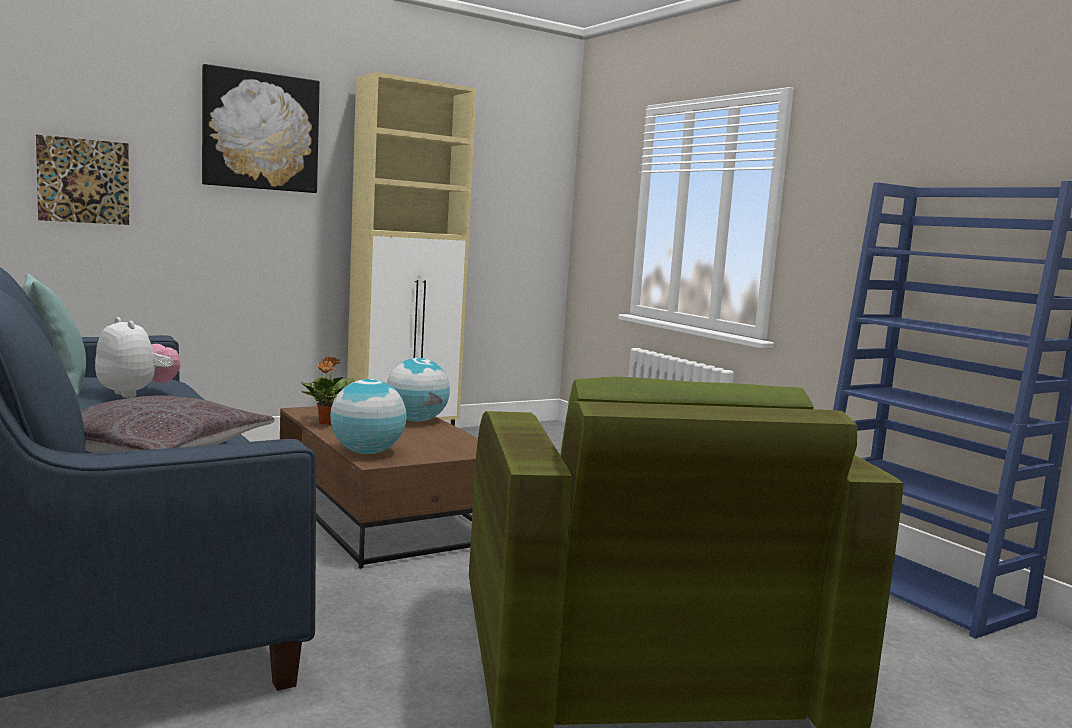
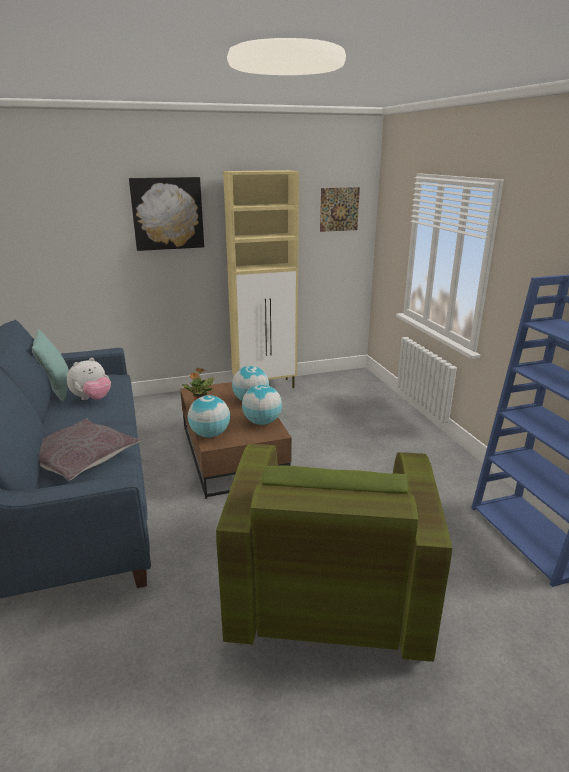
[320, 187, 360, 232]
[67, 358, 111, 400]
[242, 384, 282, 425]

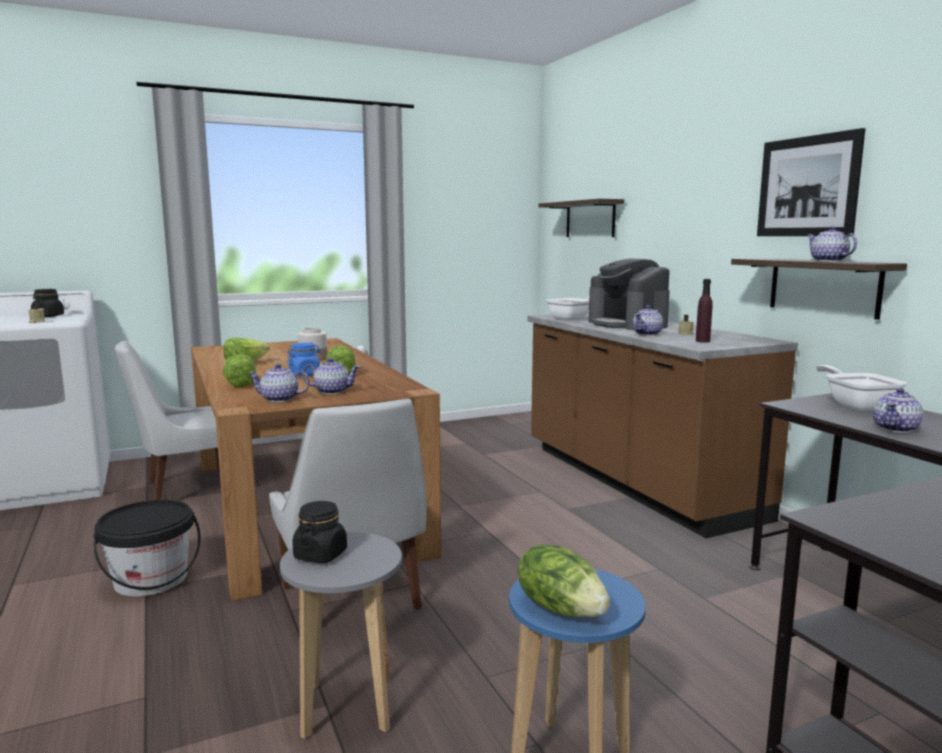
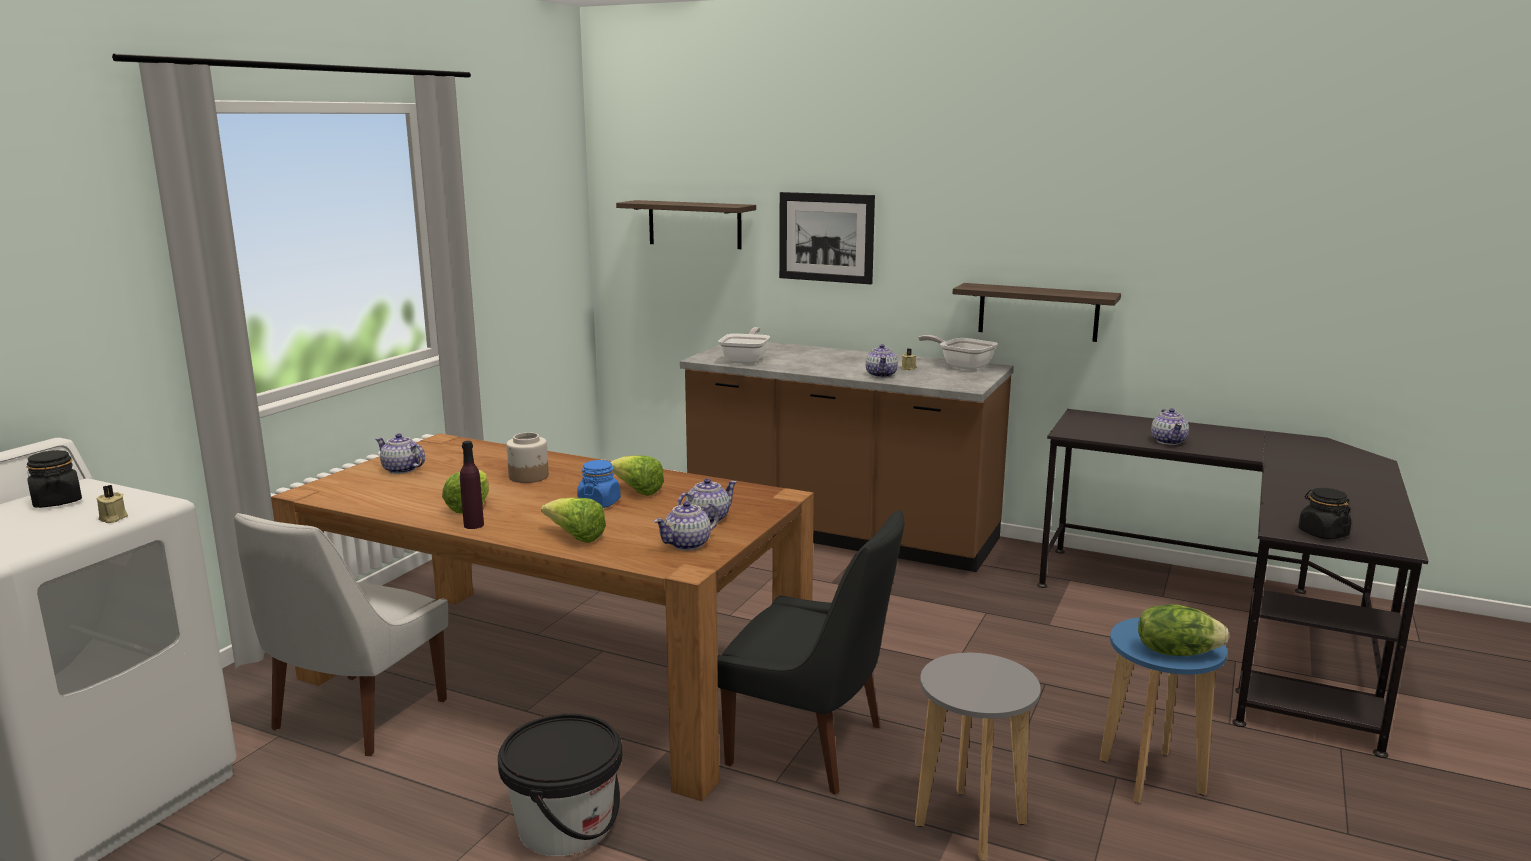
[717, 510, 904, 795]
[1298, 488, 1351, 539]
[589, 258, 670, 330] (first image)
[460, 441, 484, 529]
[779, 192, 875, 284]
[376, 433, 425, 474]
[918, 335, 998, 370]

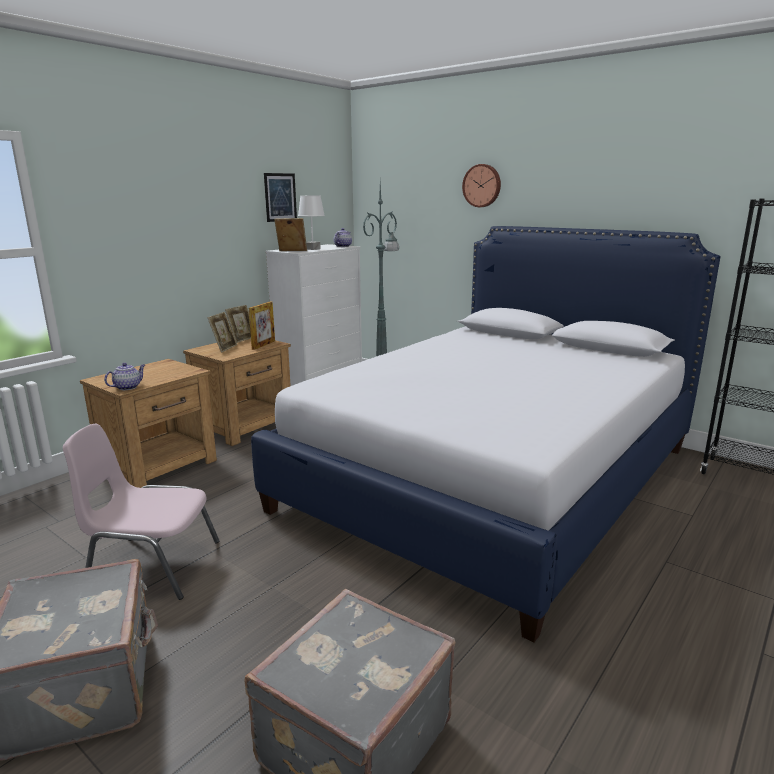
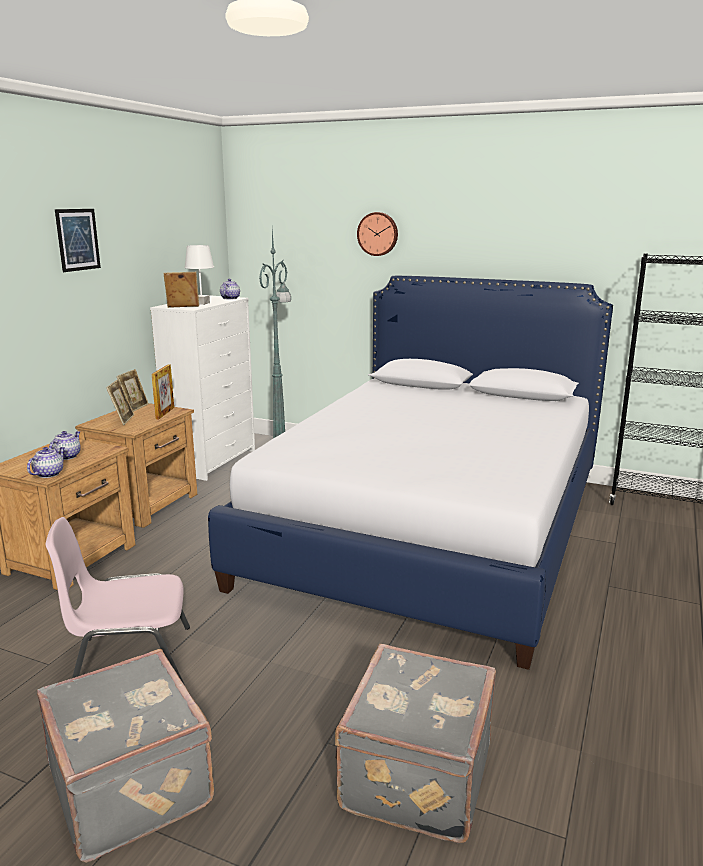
[55, 209, 101, 272]
[49, 431, 81, 460]

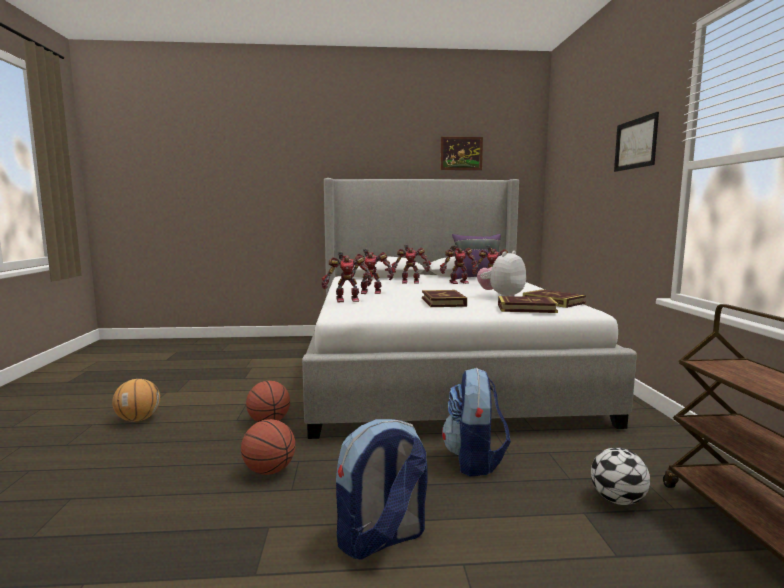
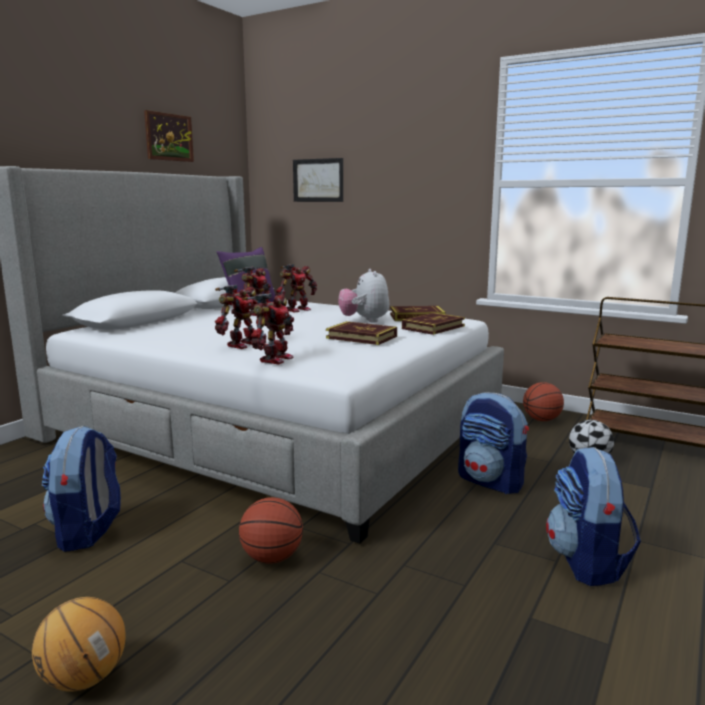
[523, 382, 564, 421]
[391, 245, 431, 283] (first image)
[293, 158, 343, 202]
[42, 426, 121, 552]

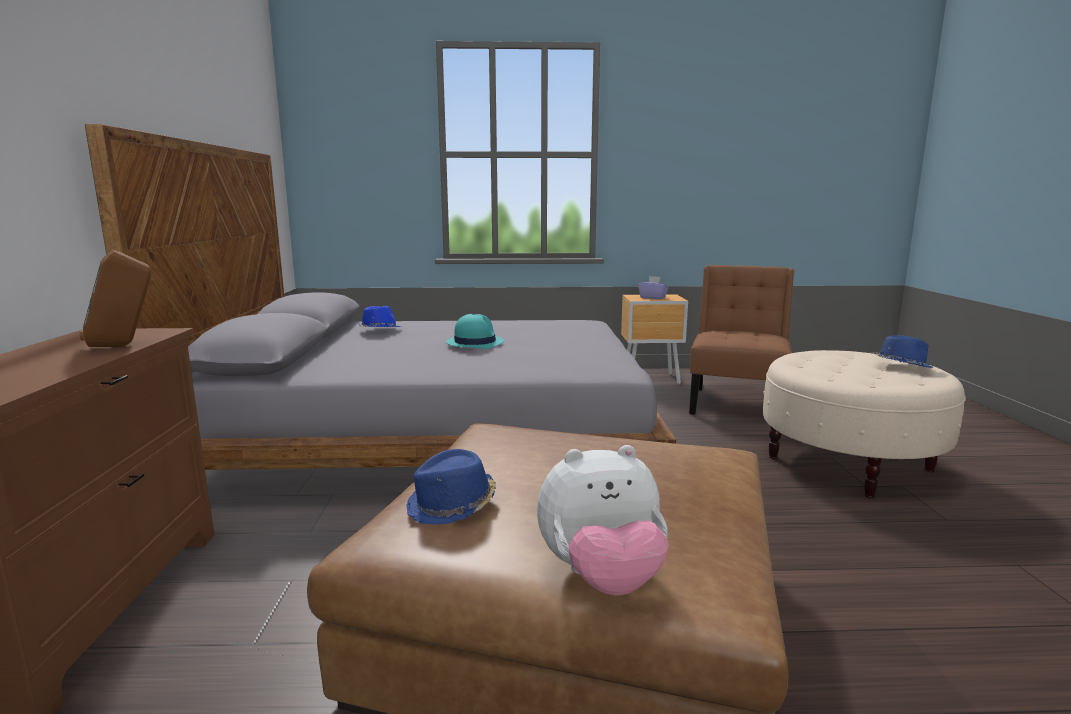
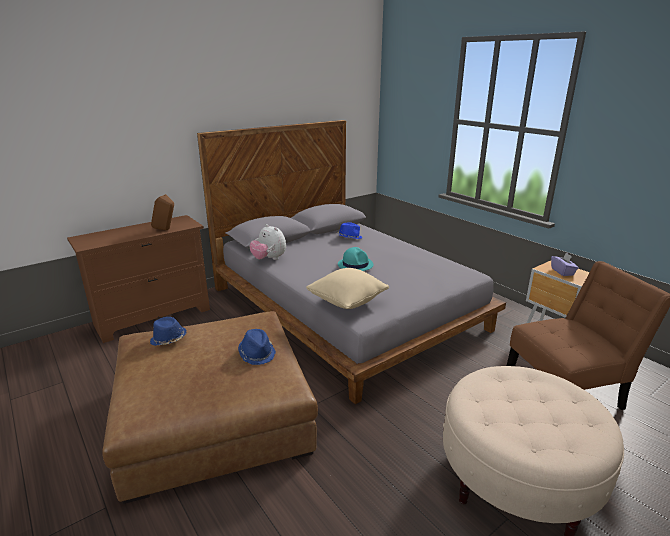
[250, 224, 286, 260]
[238, 329, 276, 365]
[306, 268, 389, 309]

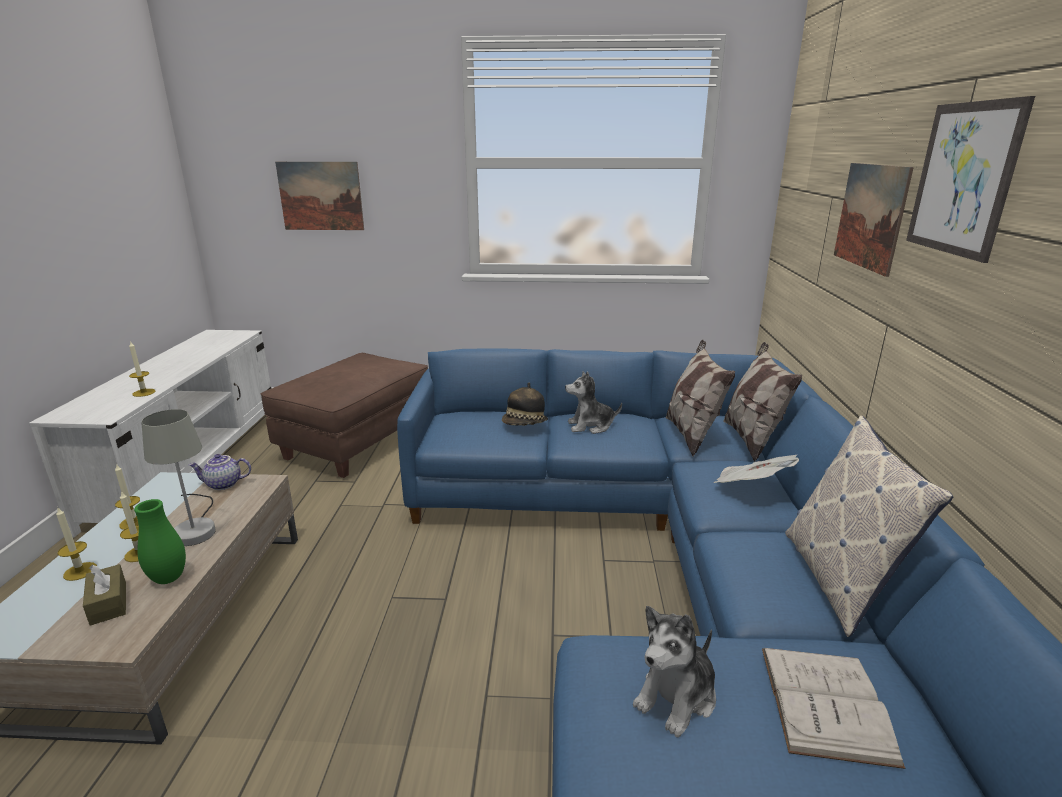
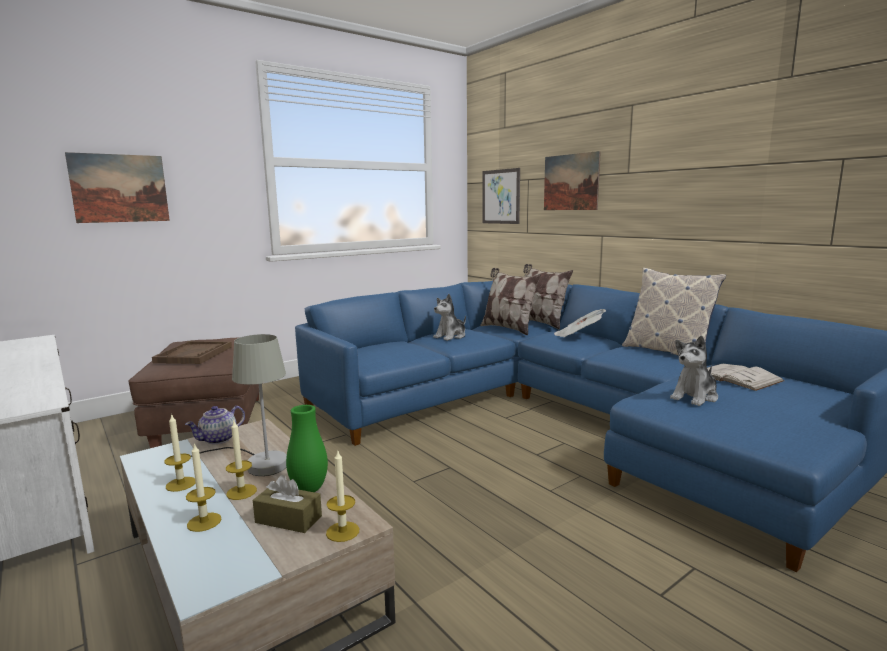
[326, 449, 359, 542]
[502, 383, 548, 426] (first image)
[670, 335, 718, 406]
[482, 168, 520, 224]
[152, 341, 232, 364]

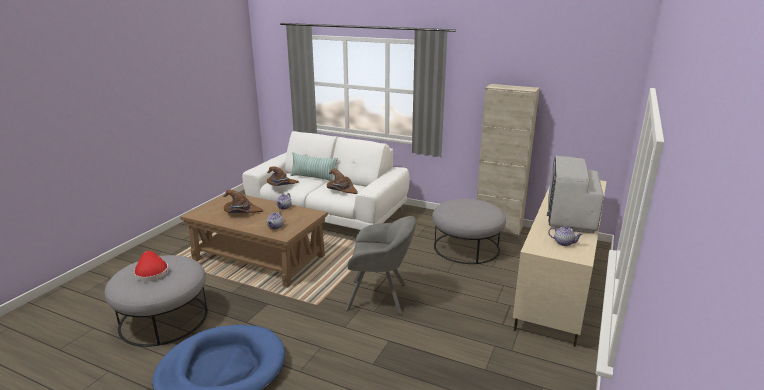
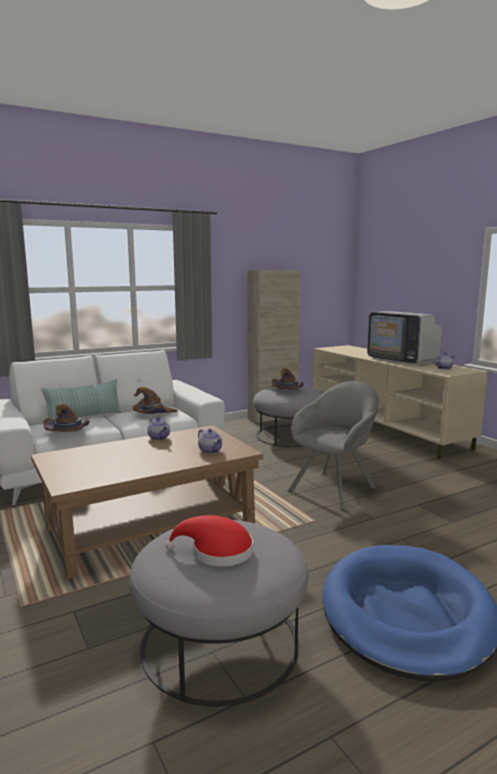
[271, 368, 304, 390]

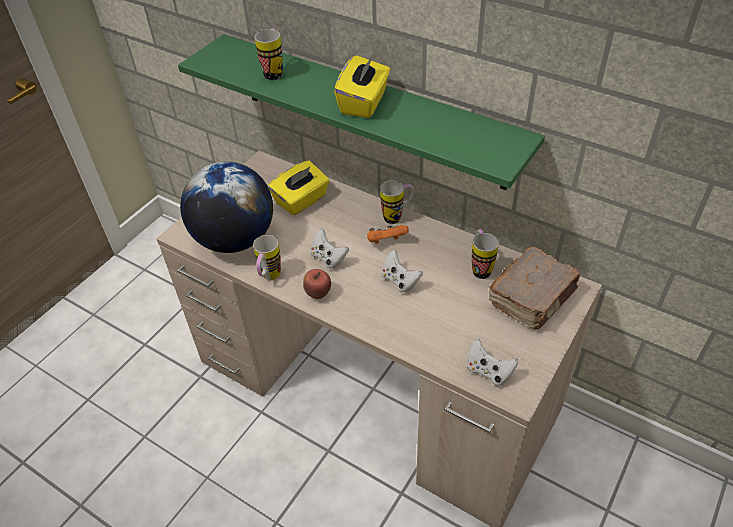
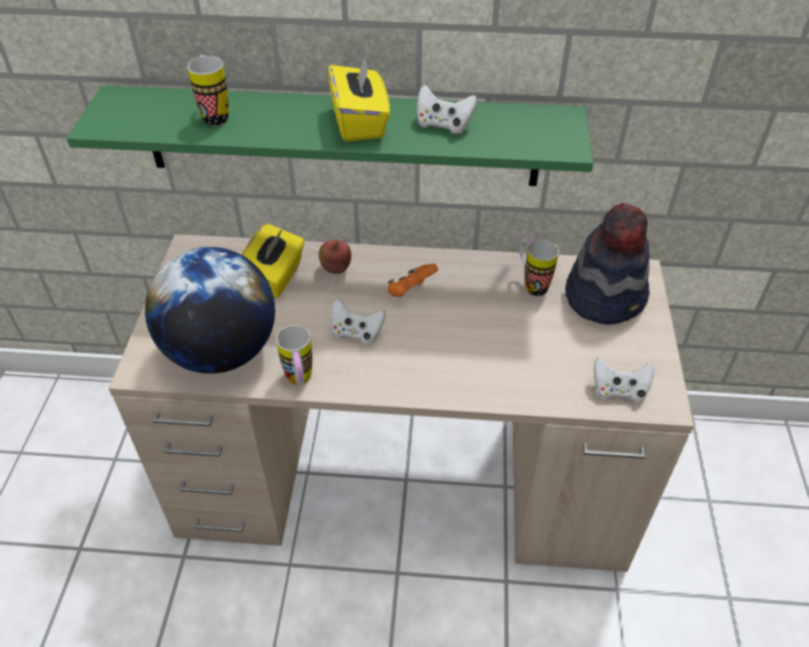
[319, 239, 351, 274]
[380, 181, 414, 224] (first image)
[417, 85, 477, 134]
[565, 203, 650, 325]

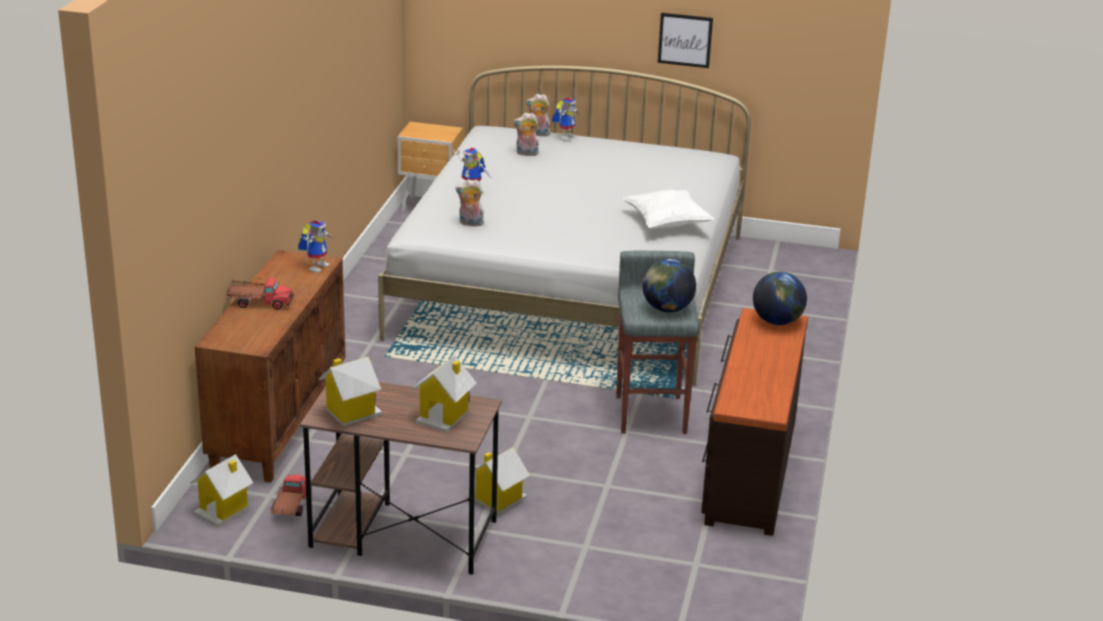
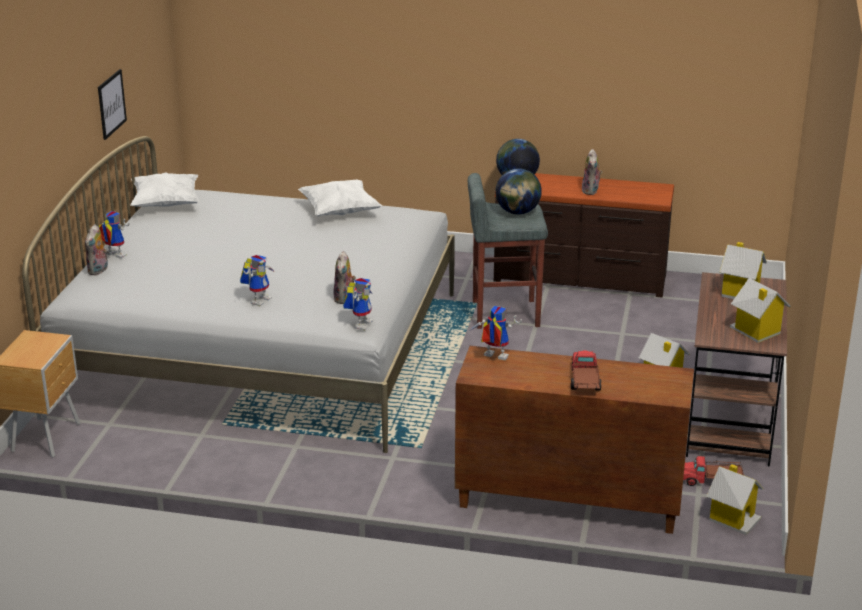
[582, 149, 603, 195]
[130, 172, 199, 207]
[343, 278, 373, 330]

